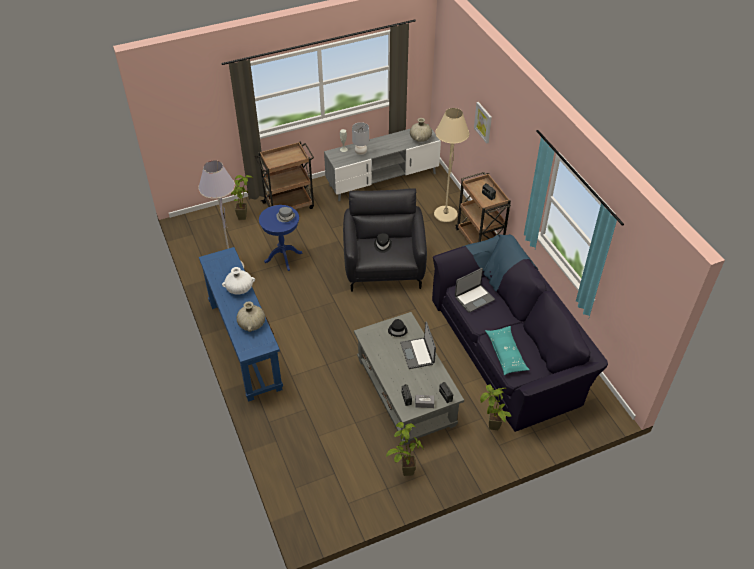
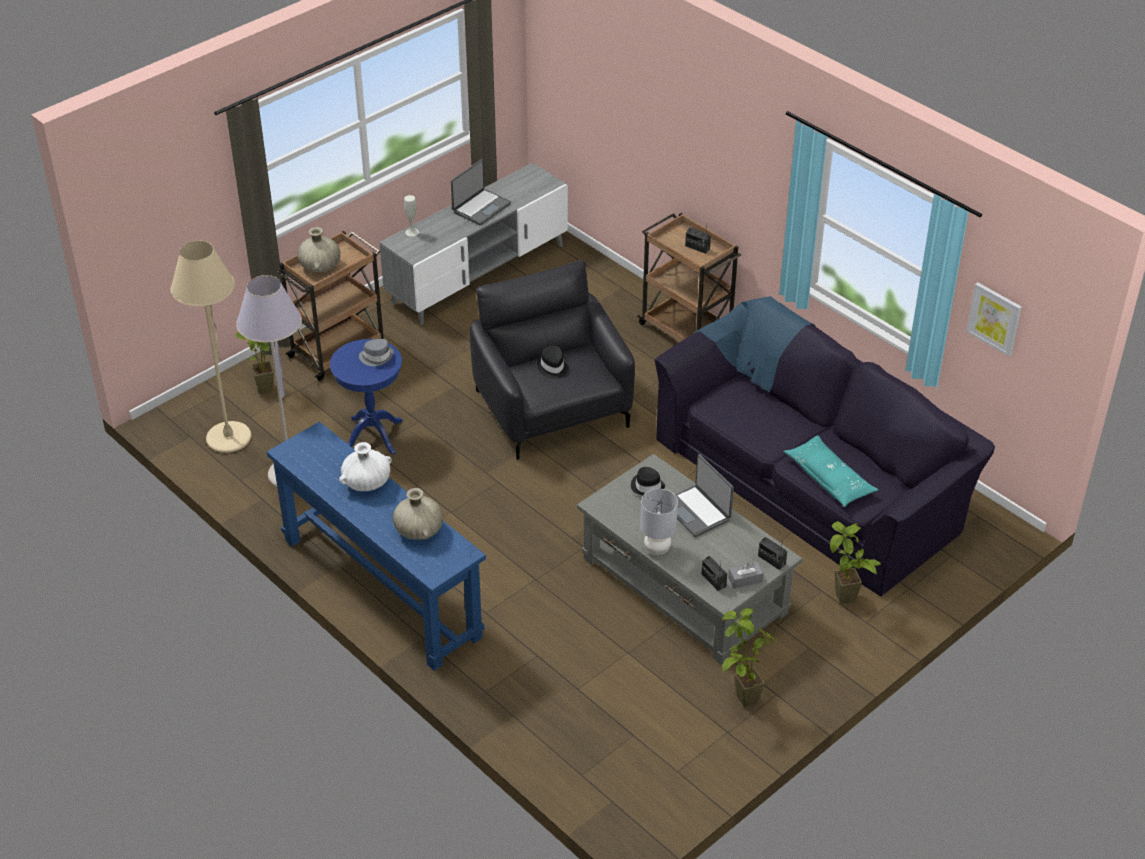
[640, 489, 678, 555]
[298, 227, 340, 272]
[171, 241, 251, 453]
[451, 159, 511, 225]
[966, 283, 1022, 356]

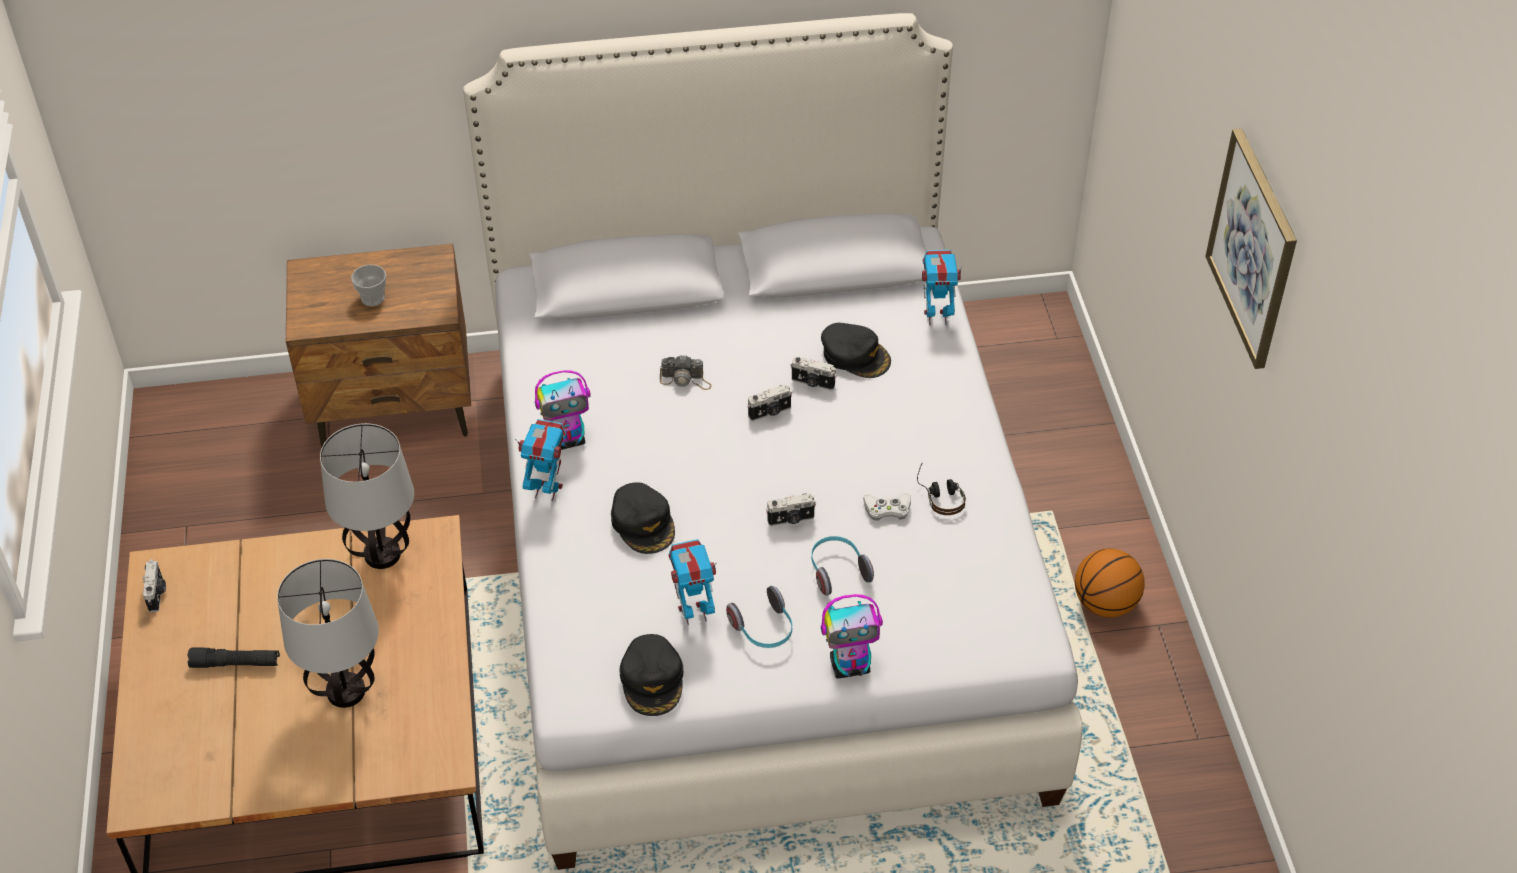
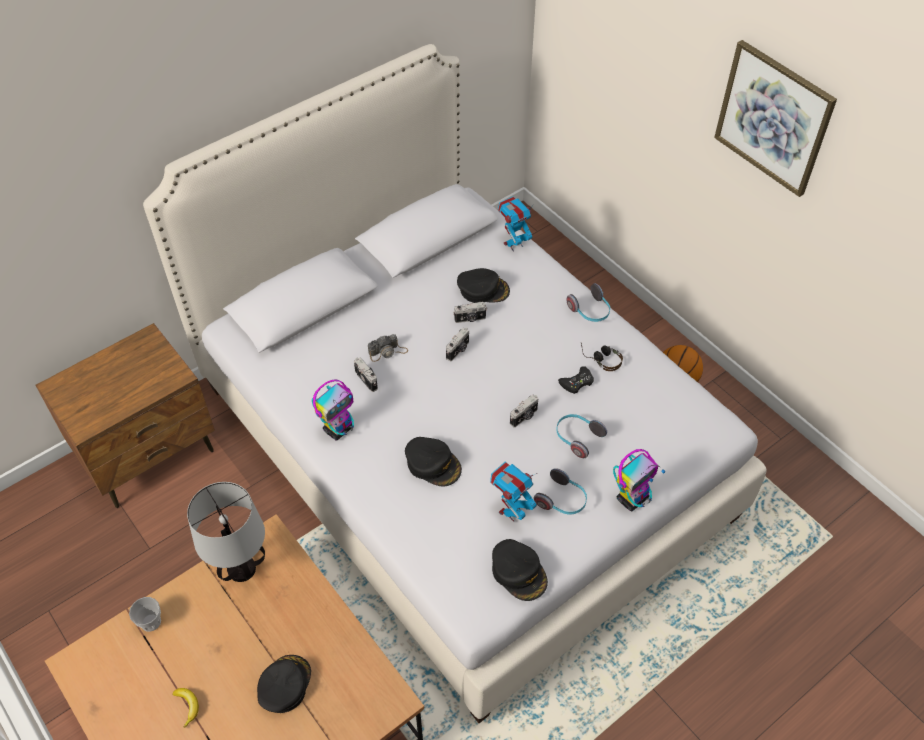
[354, 357, 378, 392]
[172, 688, 199, 728]
[257, 655, 311, 713]
[129, 597, 161, 632]
[515, 419, 566, 501] (first image)
[558, 366, 594, 394]
[566, 284, 610, 322]

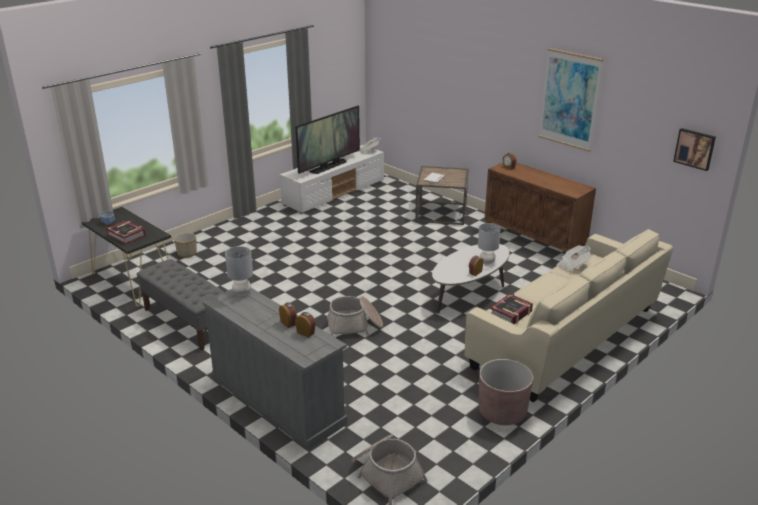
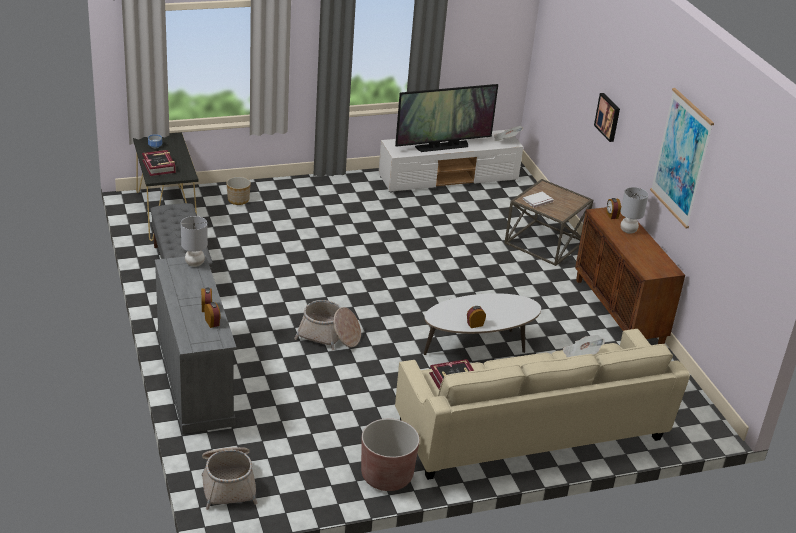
[620, 187, 648, 234]
[594, 93, 620, 142]

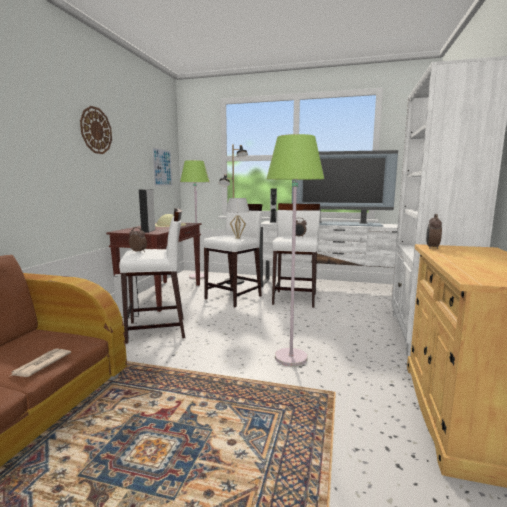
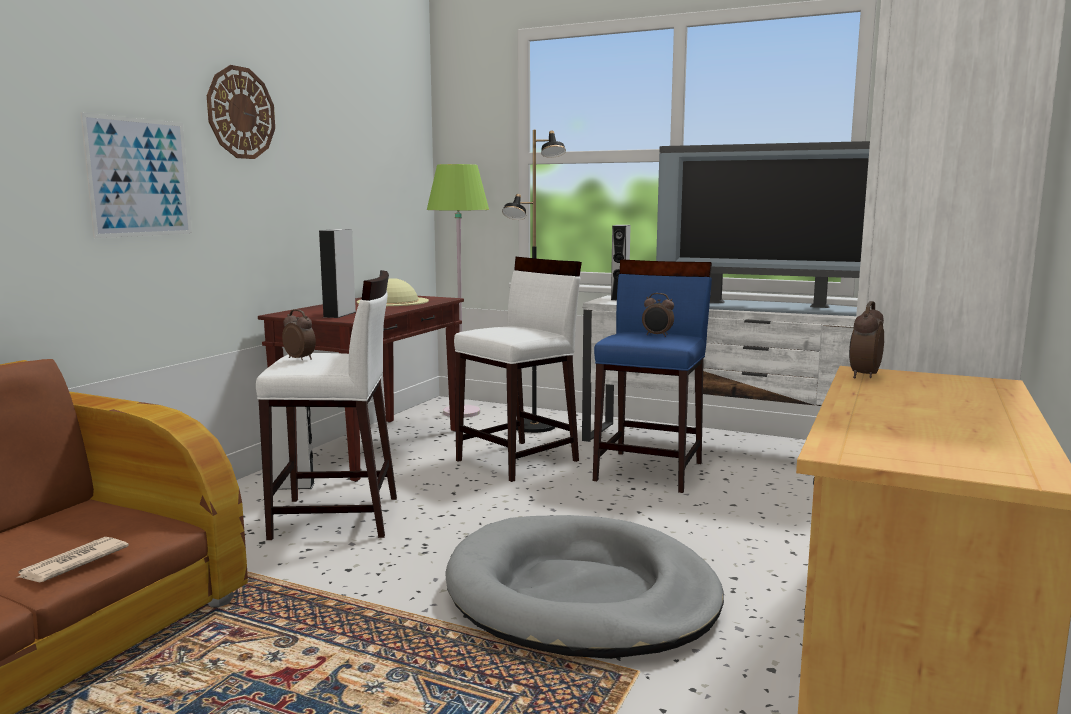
[80, 112, 192, 238]
[226, 198, 250, 239] (first image)
[445, 515, 724, 659]
[593, 259, 712, 493]

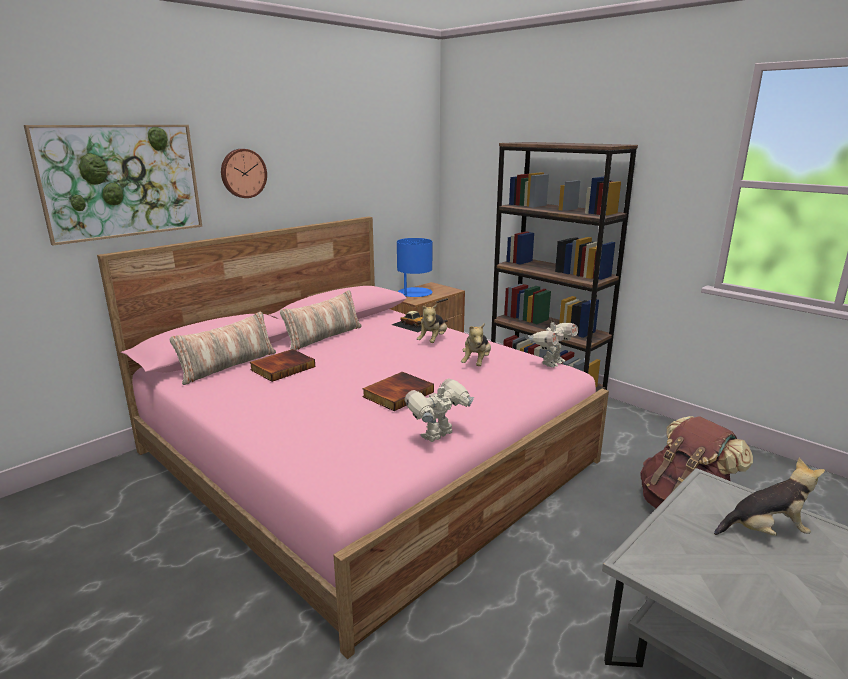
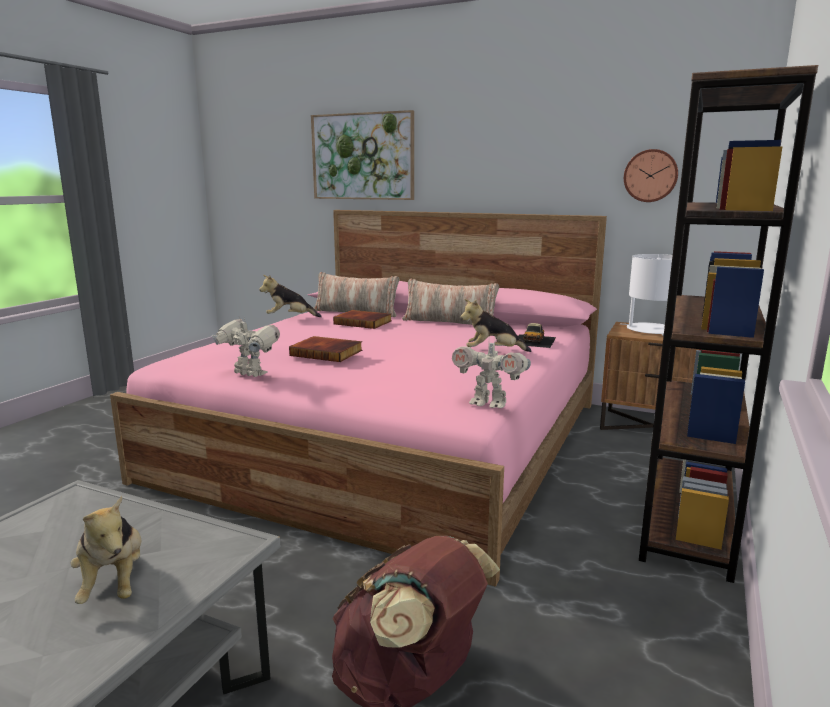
[624, 149, 678, 202]
[620, 254, 673, 336]
[259, 275, 322, 317]

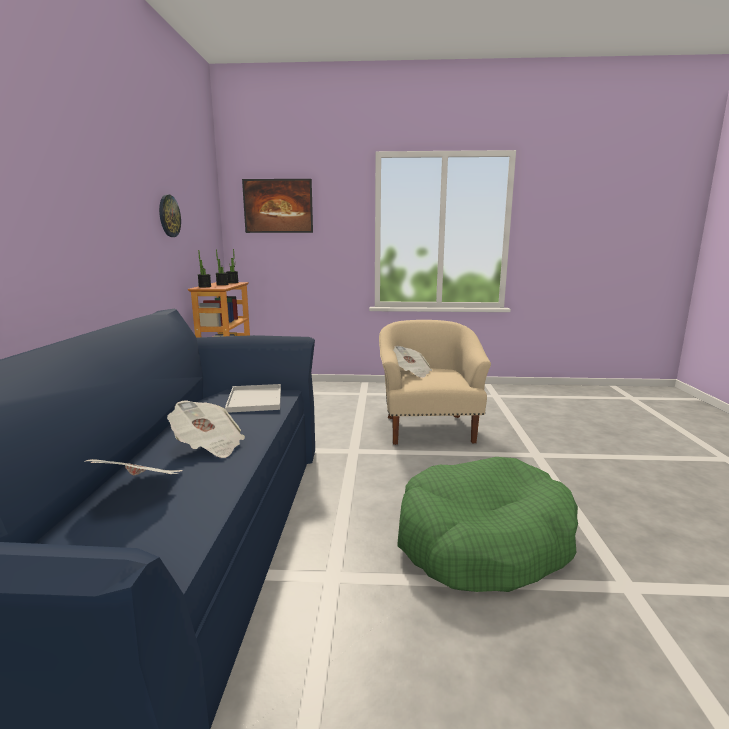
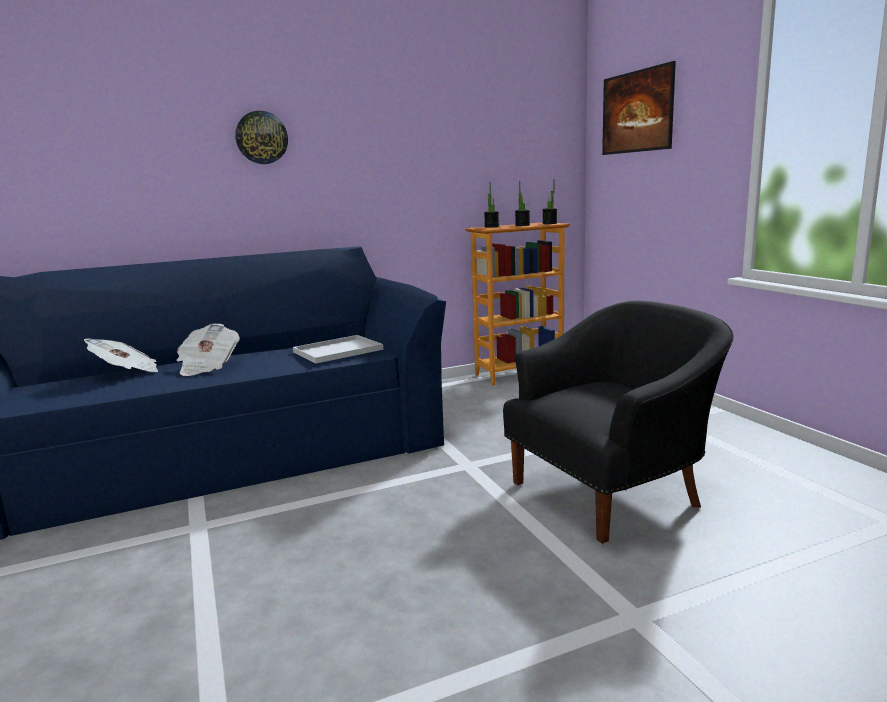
[235, 111, 288, 164]
[503, 300, 733, 544]
[393, 346, 432, 378] (first image)
[398, 457, 578, 592] (first image)

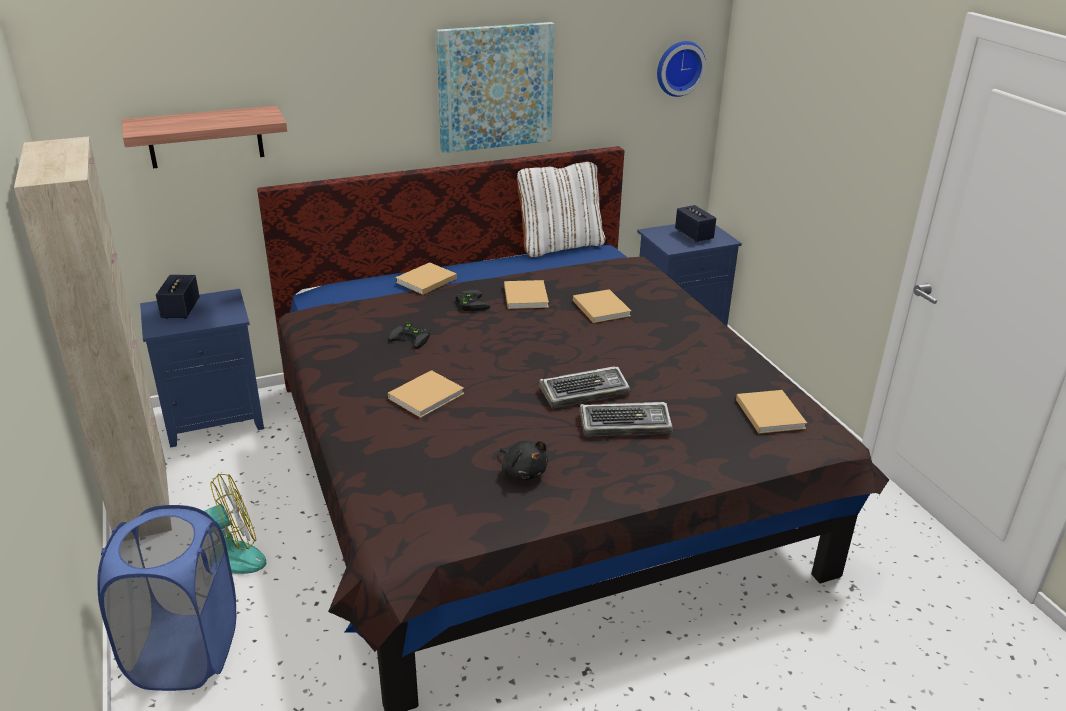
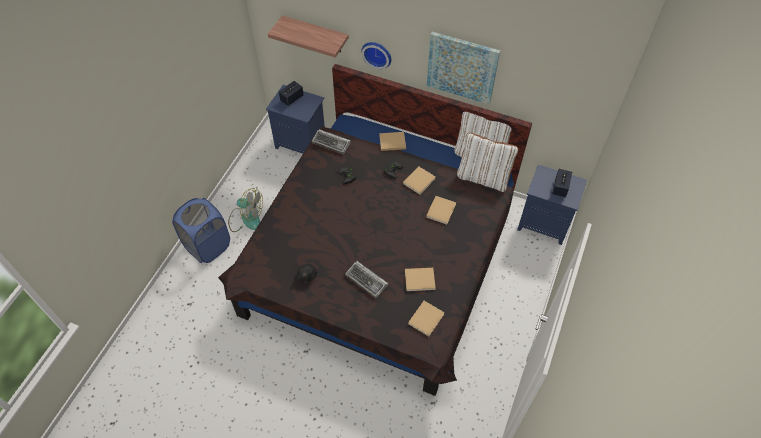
[14, 136, 169, 531] (first image)
[405, 268, 435, 291]
[312, 129, 351, 155]
[361, 42, 391, 69]
[457, 133, 518, 192]

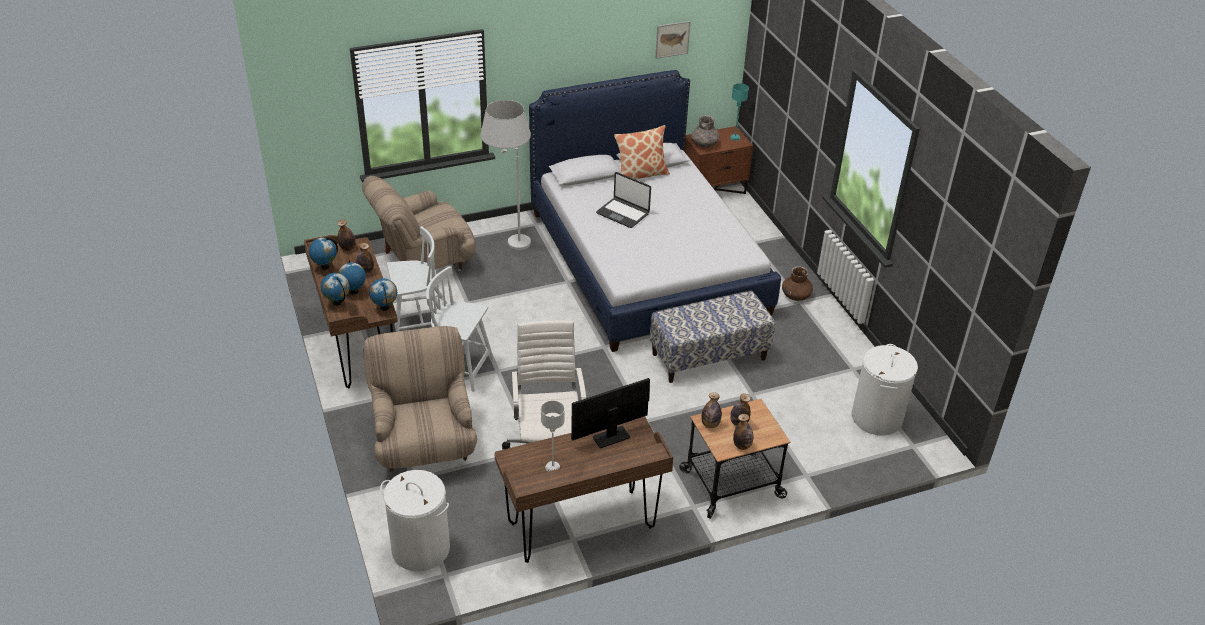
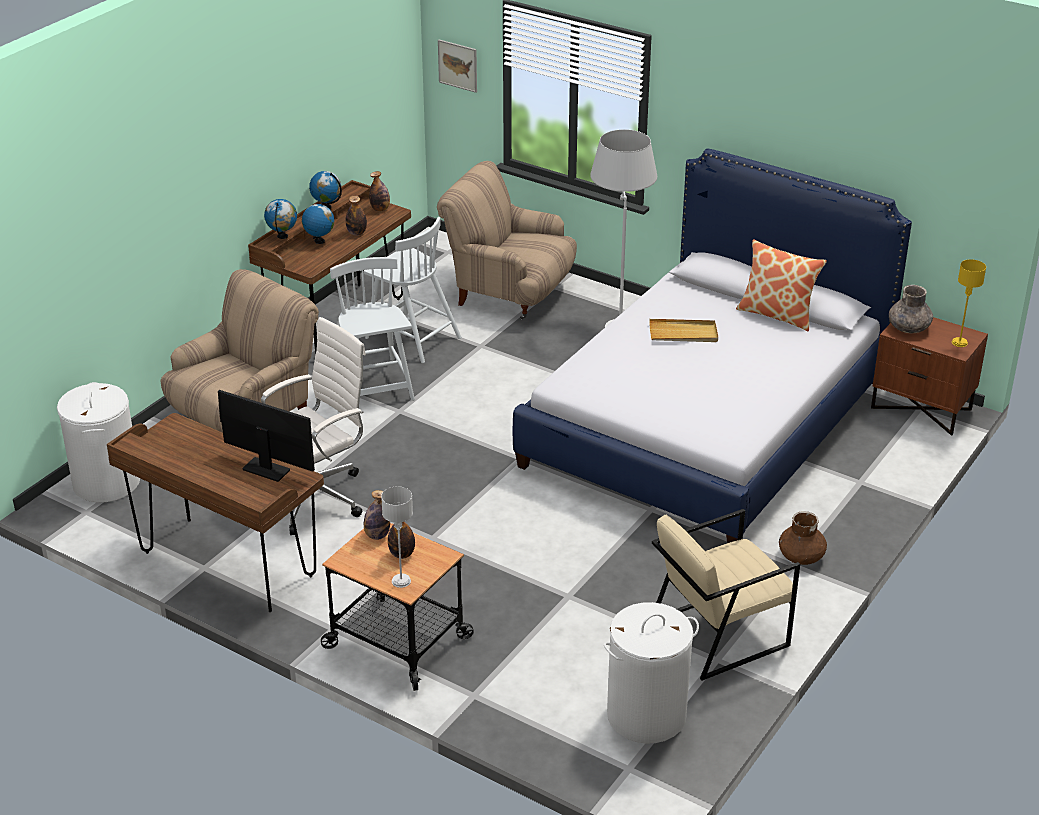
[369, 278, 397, 311] (first image)
[381, 486, 413, 588]
[649, 319, 718, 342]
[650, 291, 775, 383] (first image)
[438, 39, 477, 93]
[952, 259, 986, 347]
[733, 414, 753, 450] (first image)
[652, 509, 800, 681]

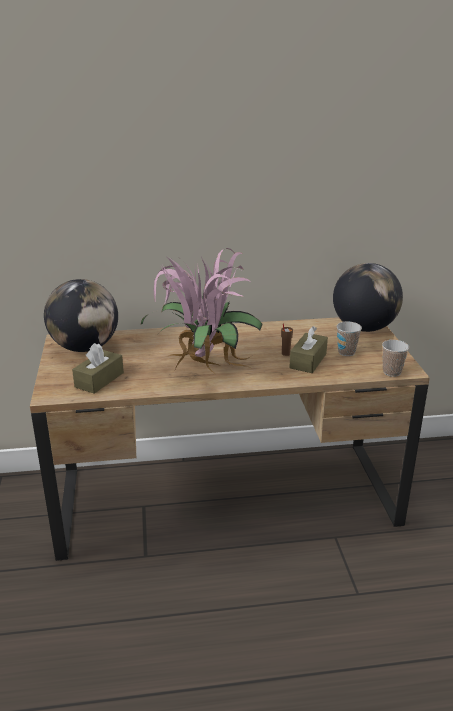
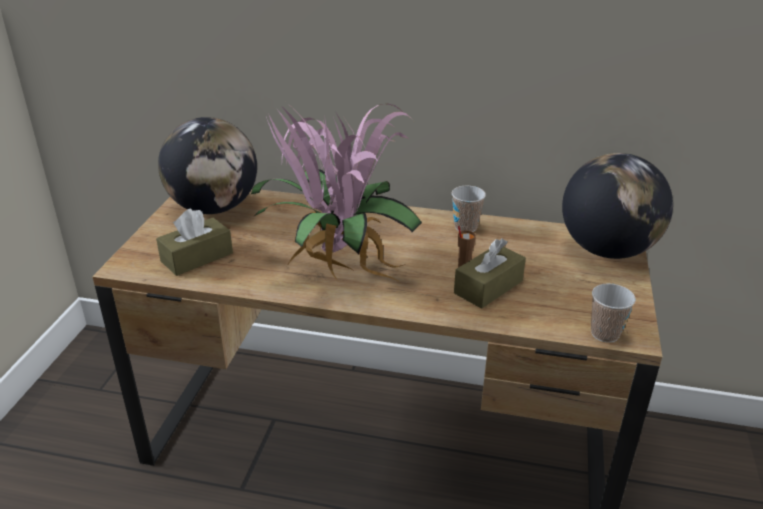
[452, 186, 486, 232]

